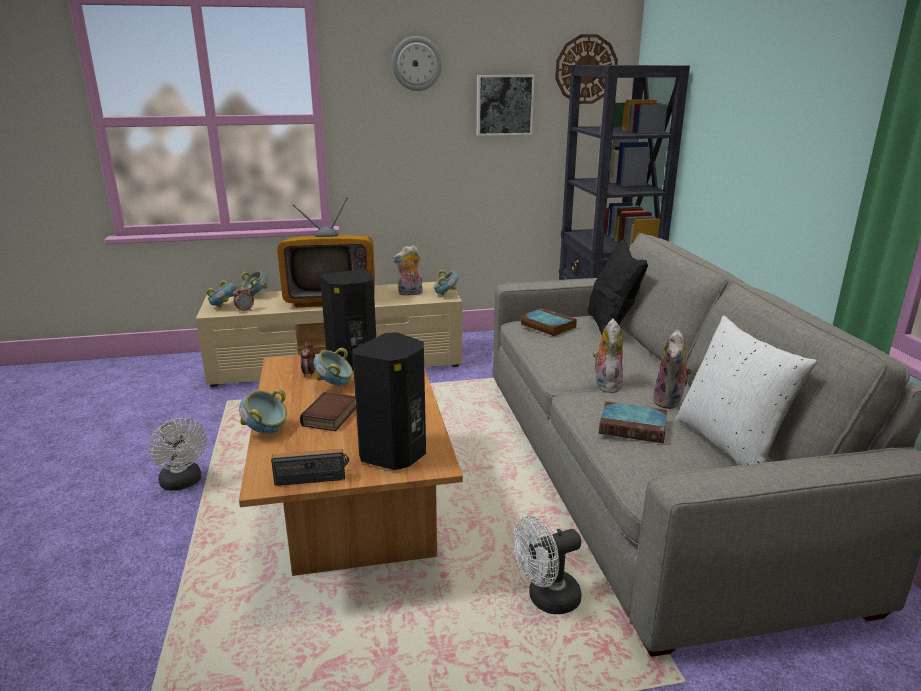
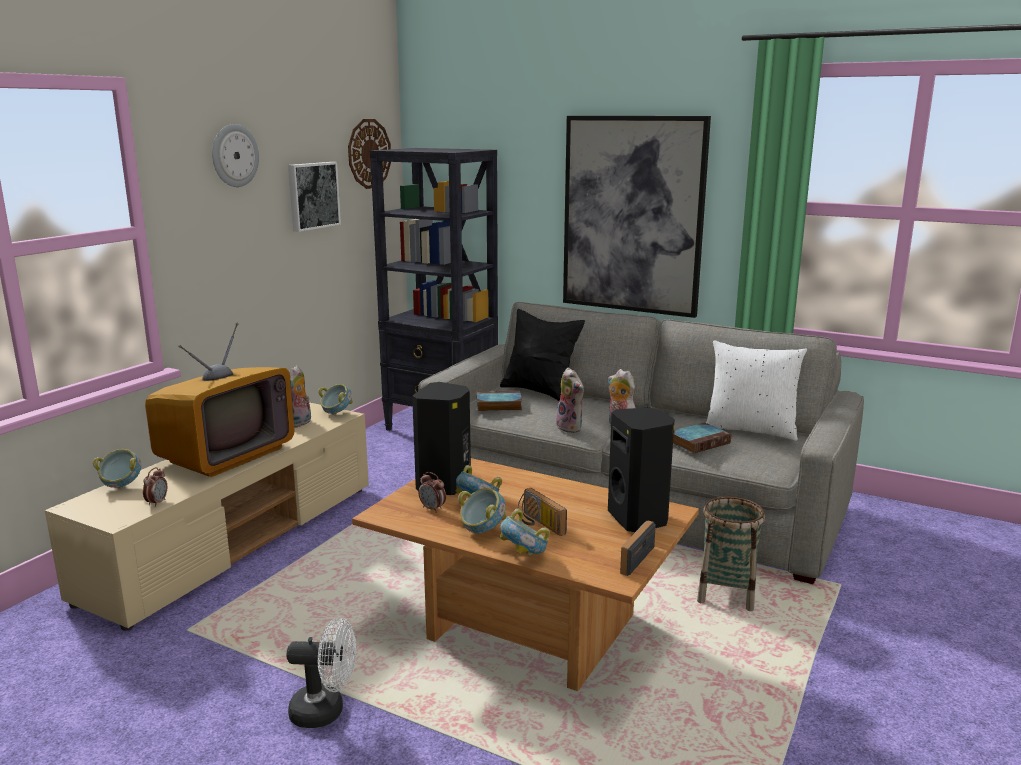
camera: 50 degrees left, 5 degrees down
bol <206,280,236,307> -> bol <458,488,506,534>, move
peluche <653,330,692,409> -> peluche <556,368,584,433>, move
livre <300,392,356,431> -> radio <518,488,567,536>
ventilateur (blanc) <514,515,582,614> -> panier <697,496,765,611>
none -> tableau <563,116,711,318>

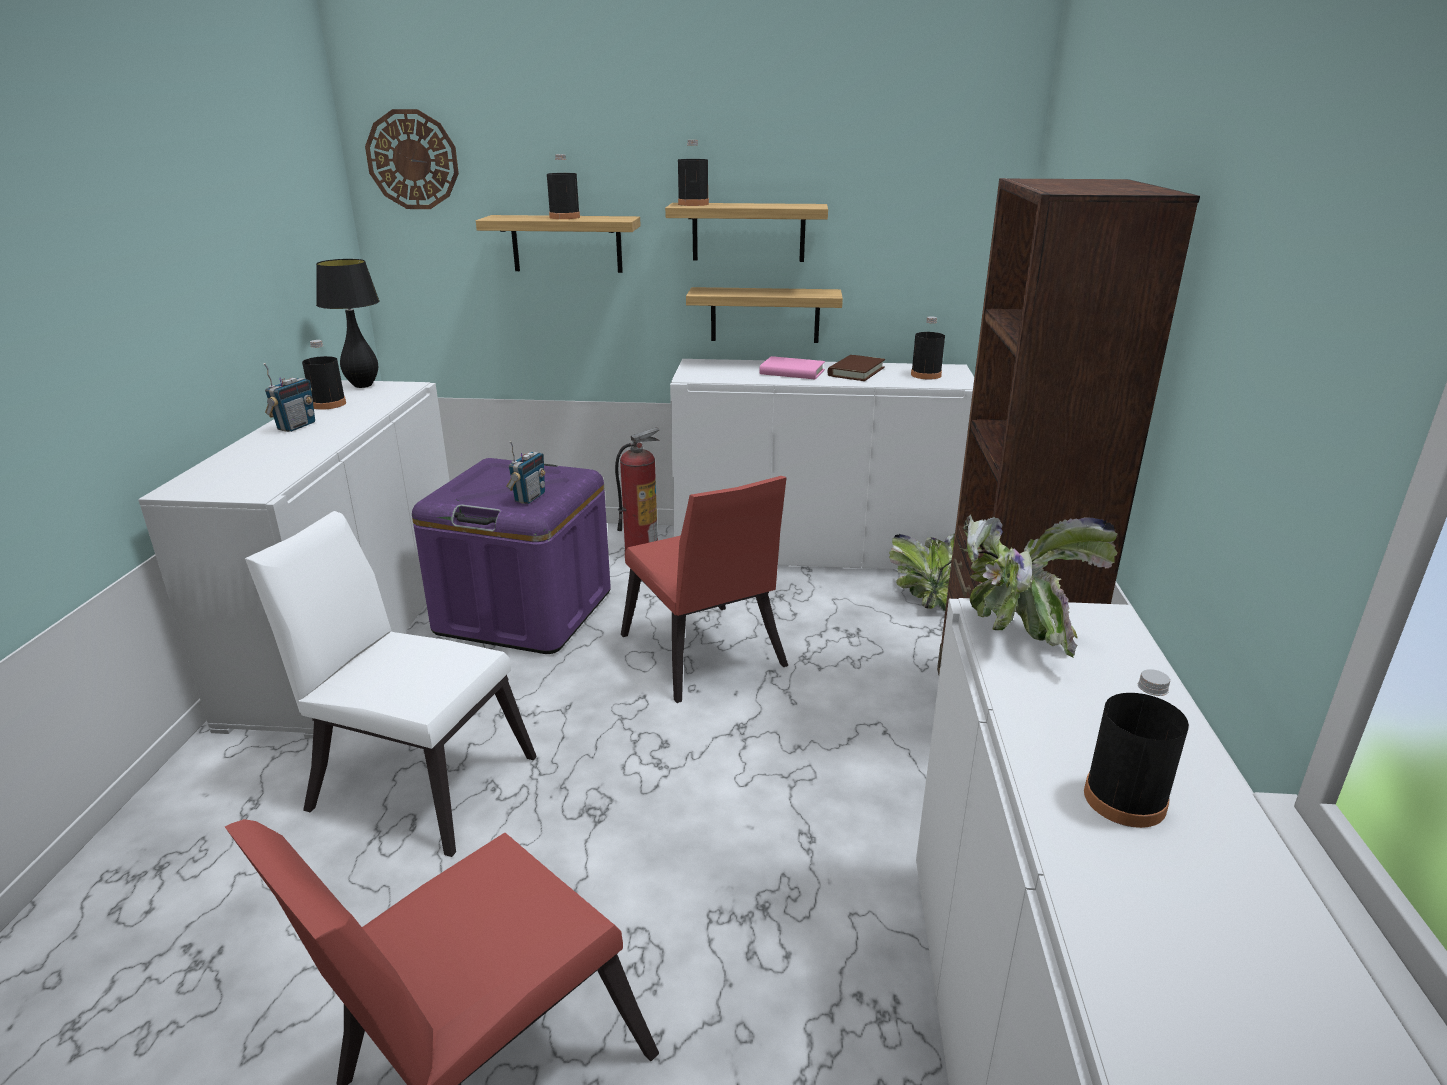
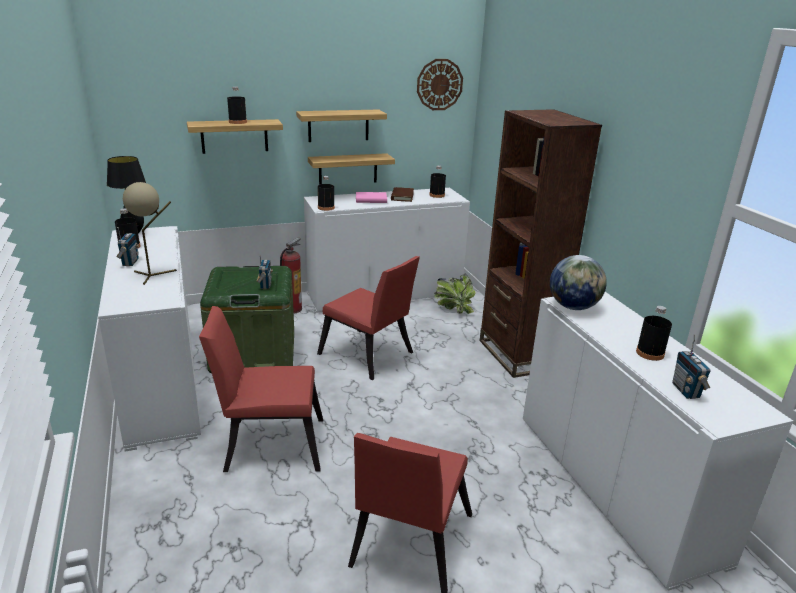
camera: 25 degrees left, 0 degrees up
horloge murale <365,109,459,209> -> horloge murale <417,59,463,110>, move
bouteille (noir) <678,140,709,206> -> bouteille (noir) <318,176,335,211>, move
boîte de rangement (violet) <412,458,611,654> -> boîte de rangement (vert) <200,266,294,373>
chaise (blanc) <245,511,537,857> -> chaise (rouge) <199,306,323,472>
plante en pot <958,514,1117,657> -> globe <550,255,607,310>
none -> lampe de table (beige) <123,182,177,285>
none -> radio <672,335,711,399>

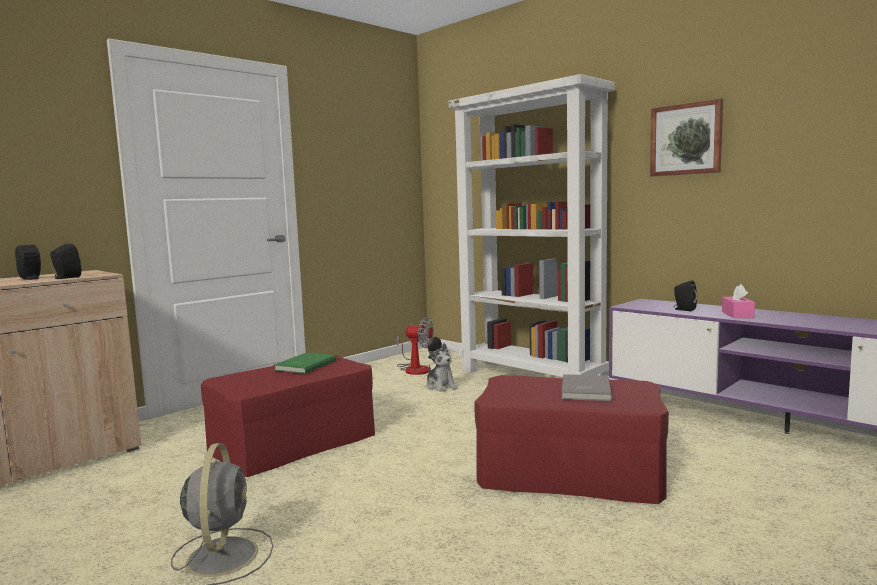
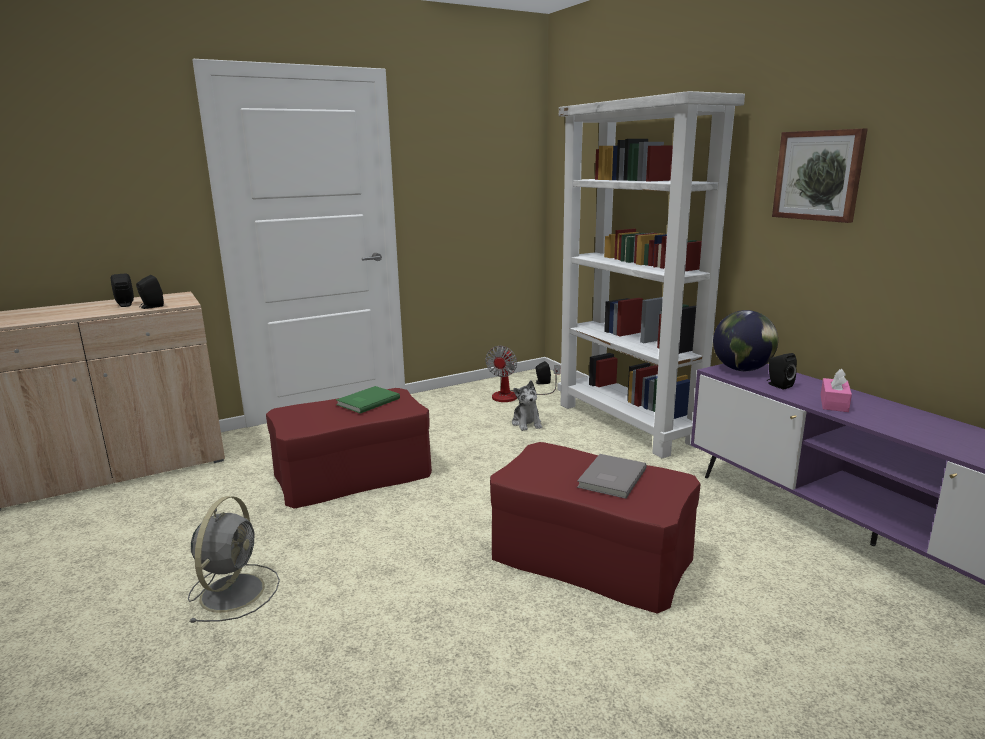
camera: 15 degrees right, 10 degrees up
ventilateur <397,317,434,375> -> ventilateur <485,345,560,402>, 75 degrees clockwise
none -> globe <713,310,778,371>

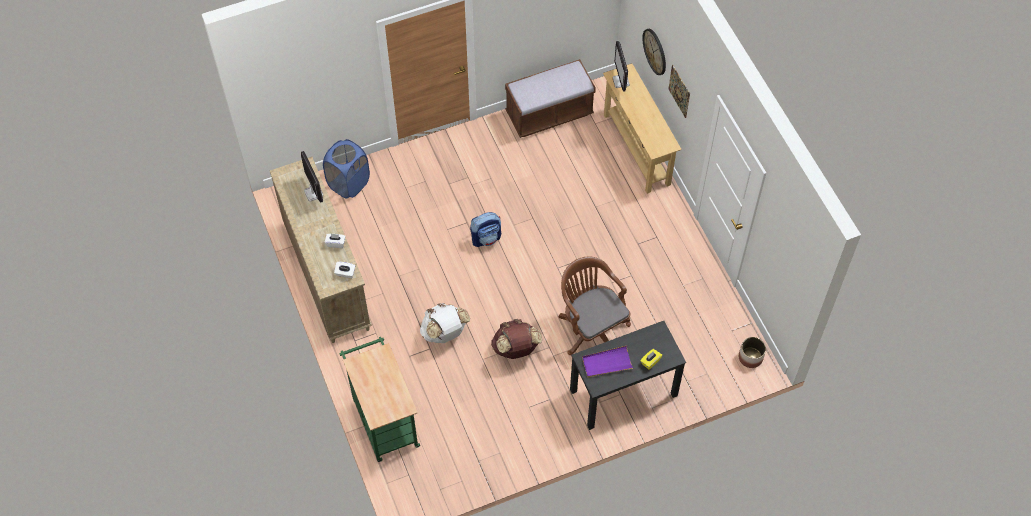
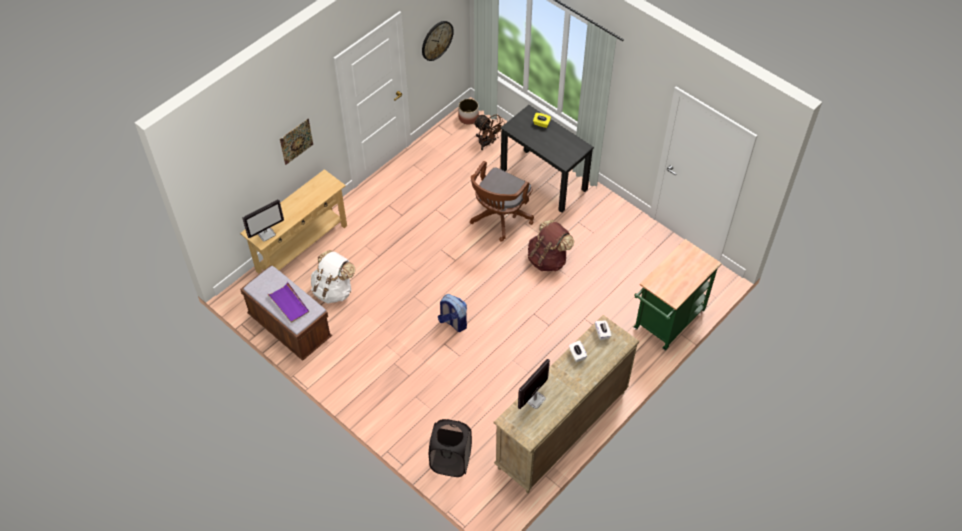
camera: 115 degrees left, 5 degrees down
horloge murale <643,29,666,75> -> horloge murale <422,21,454,61>, move
panier à linge (bleu) <323,139,370,199> -> panier à linge (noir) <429,419,472,477>
sac à dos (blanc) <420,303,470,343> -> sac à dos (blanc) <311,250,355,304>, move
plateau (violet) <582,345,633,378> -> plateau (violet) <268,282,309,323>, move
none -> ventilateur (marron) <474,115,505,150>

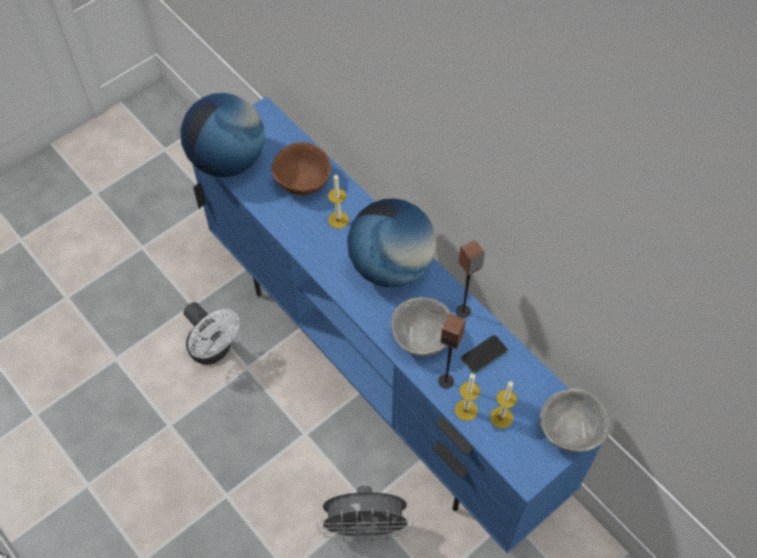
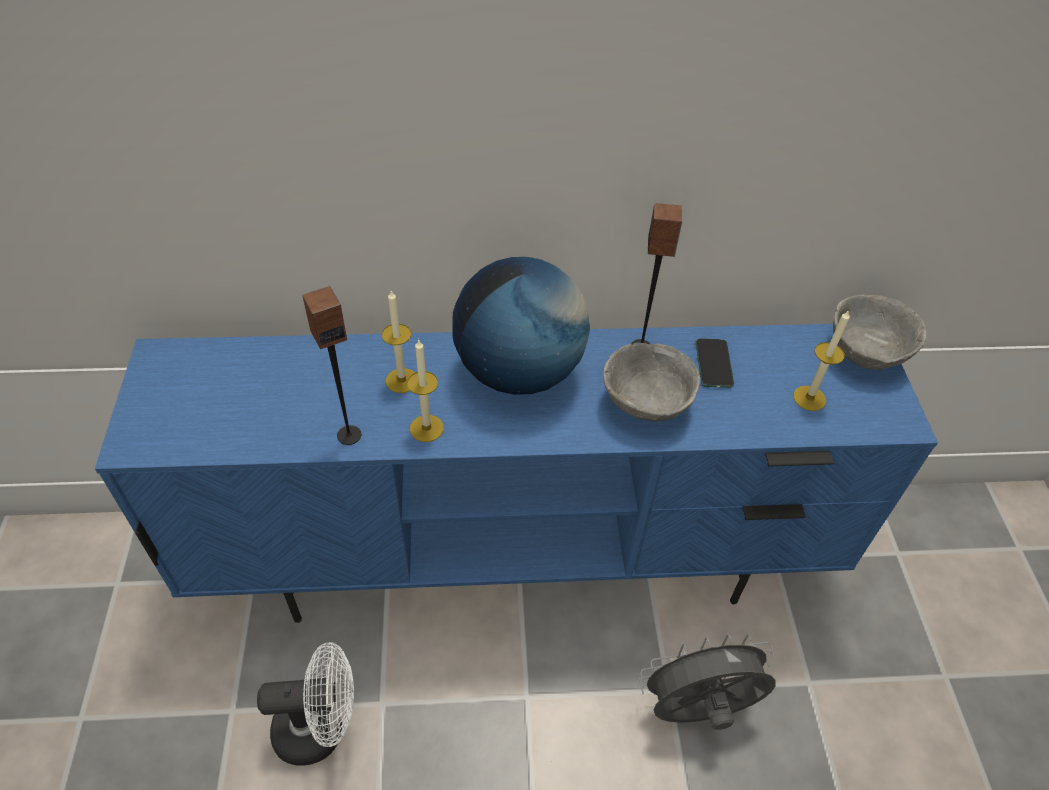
camera: 55 degrees left, 10 degrees down
globe <181,93,265,177> -> none
bol (marron) <272,142,331,195> -> none
enceinte <438,313,466,389> -> enceinte <302,286,361,445>, move
bougie <455,374,480,421> -> bougie <407,339,444,442>, move
ventilateur (gris) <317,486,414,543> -> ventilateur (gris) <637,634,776,730>, 135 degrees counterclockwise

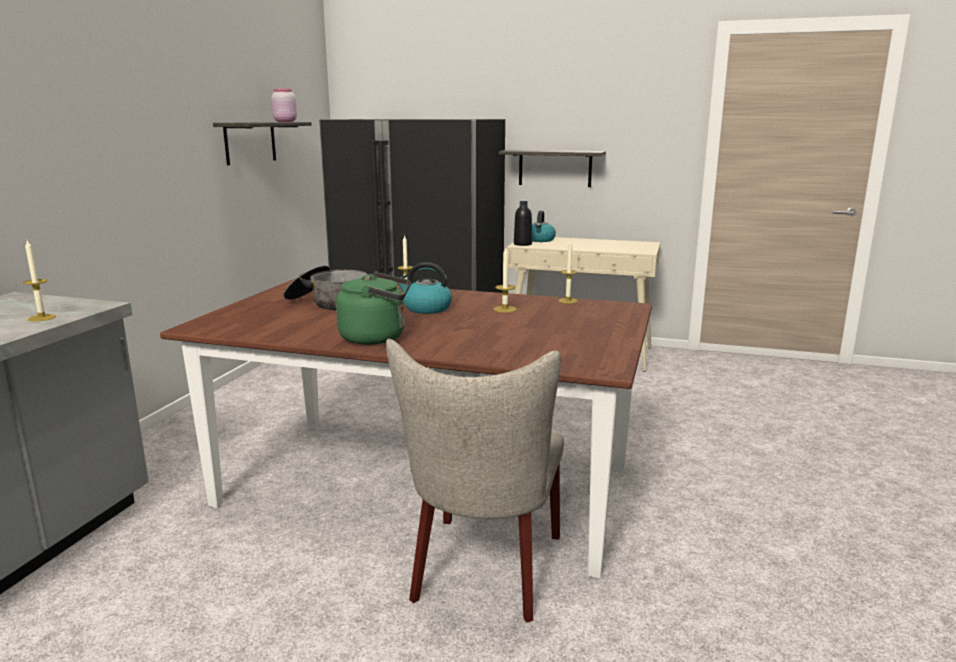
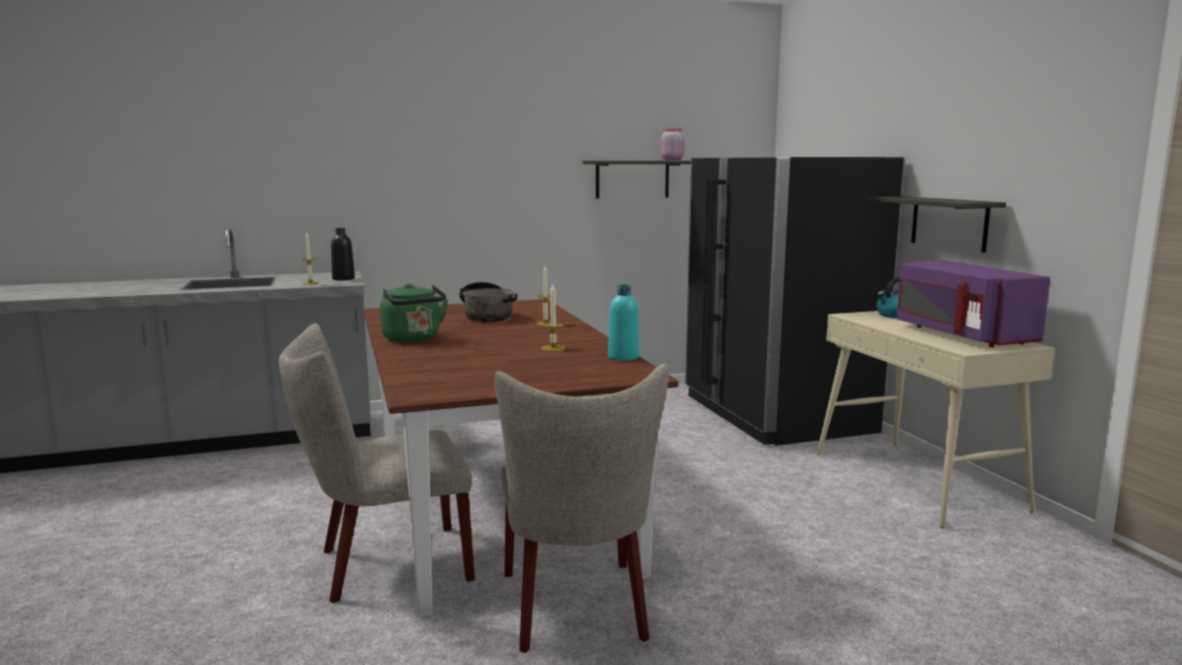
camera: 55 degrees right, 5 degrees down
bouteille (noir) <514,201,532,246> -> bouteille (noir) <331,228,355,280>, move
bougie <558,238,578,304> -> bouteille (turquoise) <608,285,639,361>
bouilloire <398,262,452,314> -> none
none -> micro-ondes (violet) <897,260,1050,347>
none -> chaise (beige) <495,363,670,653>

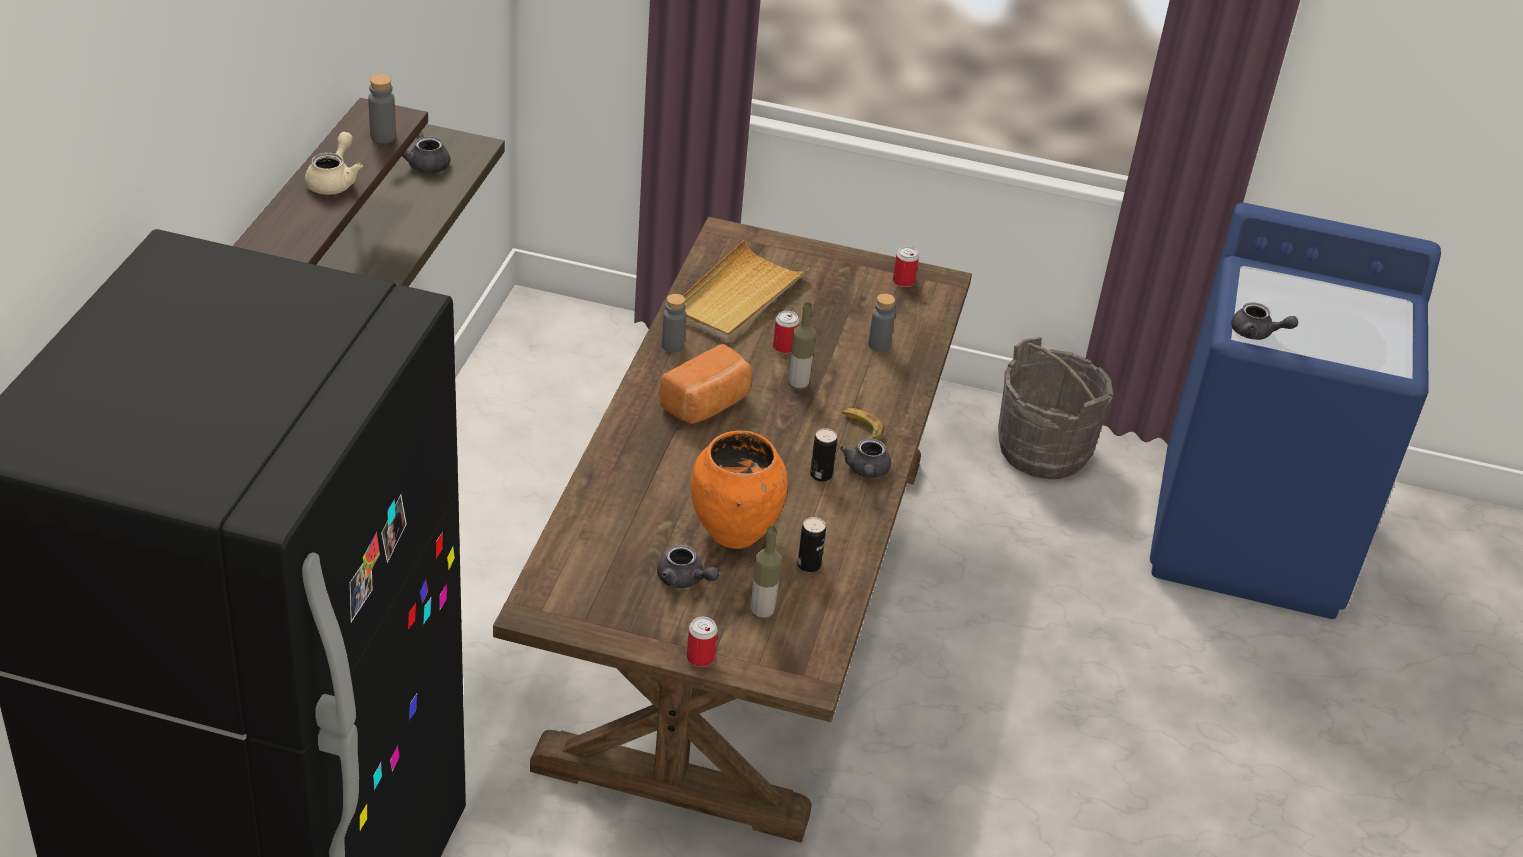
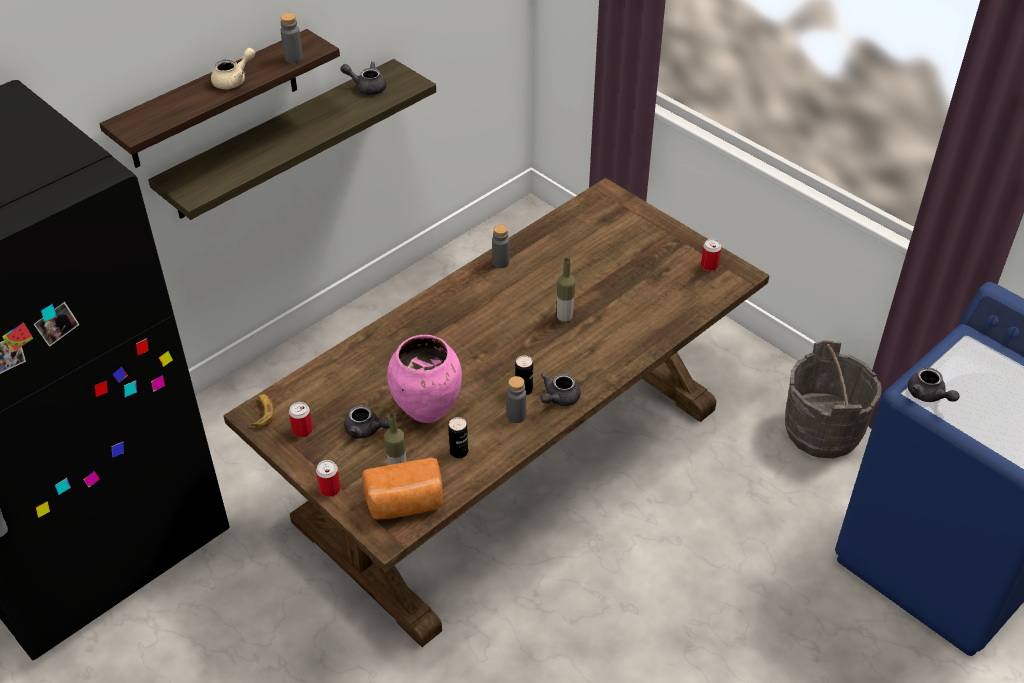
camera: 35 degrees right, 5 degrees up
plateau (beige) <683,240,809,341> -> none
bouteille (gris) <868,294,895,352> -> bouteille (gris) <507,376,526,423>, move
boîte métallique <773,311,799,354> -> boîte métallique <289,402,313,438>, move
pain <659,344,752,424> -> pain <362,458,443,520>, move
banane <842,408,884,440> -> banane <251,394,274,427>, move
vase (orange) <691,431,788,549> -> vase (rose) <387,335,462,423>
théière (gris) <657,545,719,588> -> théière (gris) <344,405,390,439>, 45 degrees counterclockwise

